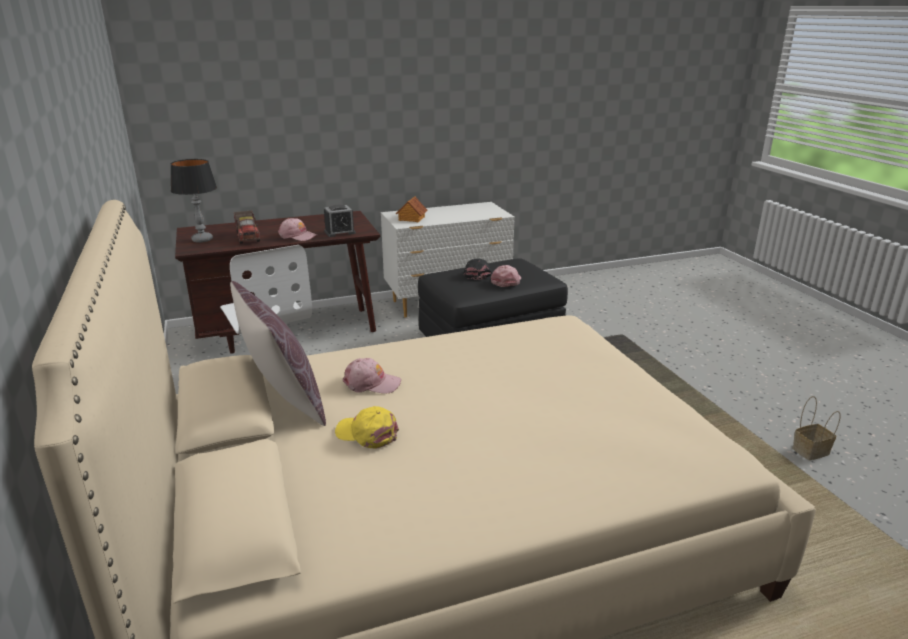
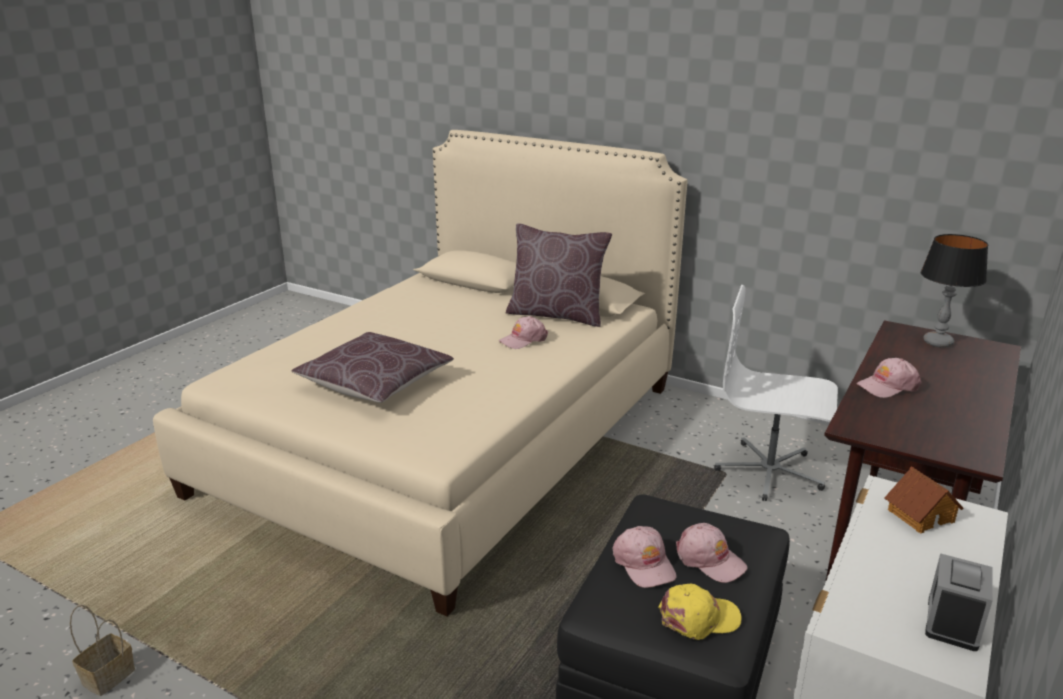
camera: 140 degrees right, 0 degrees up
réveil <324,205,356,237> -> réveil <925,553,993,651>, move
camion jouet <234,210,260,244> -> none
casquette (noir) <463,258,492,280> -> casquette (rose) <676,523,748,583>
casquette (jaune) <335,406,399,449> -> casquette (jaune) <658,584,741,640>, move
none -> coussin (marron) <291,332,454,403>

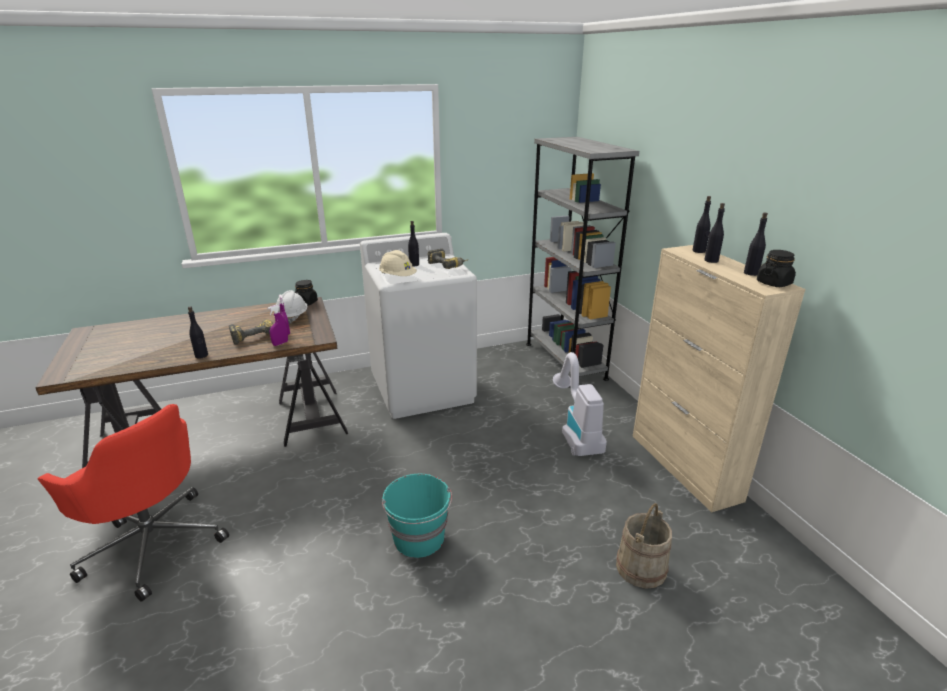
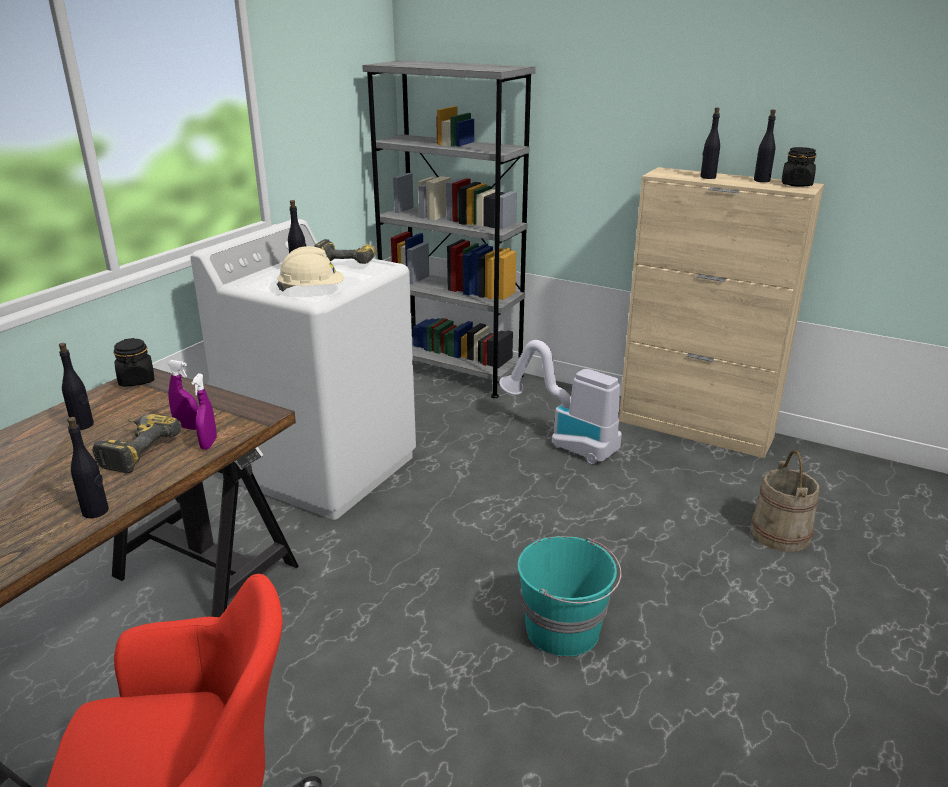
camera: 40 degrees left, 0 degrees up
bouteille (noir) <693,196,711,253> -> bouteille (noir) <59,343,94,430>, move
casque de chantier (blanc) <276,290,308,324> -> none

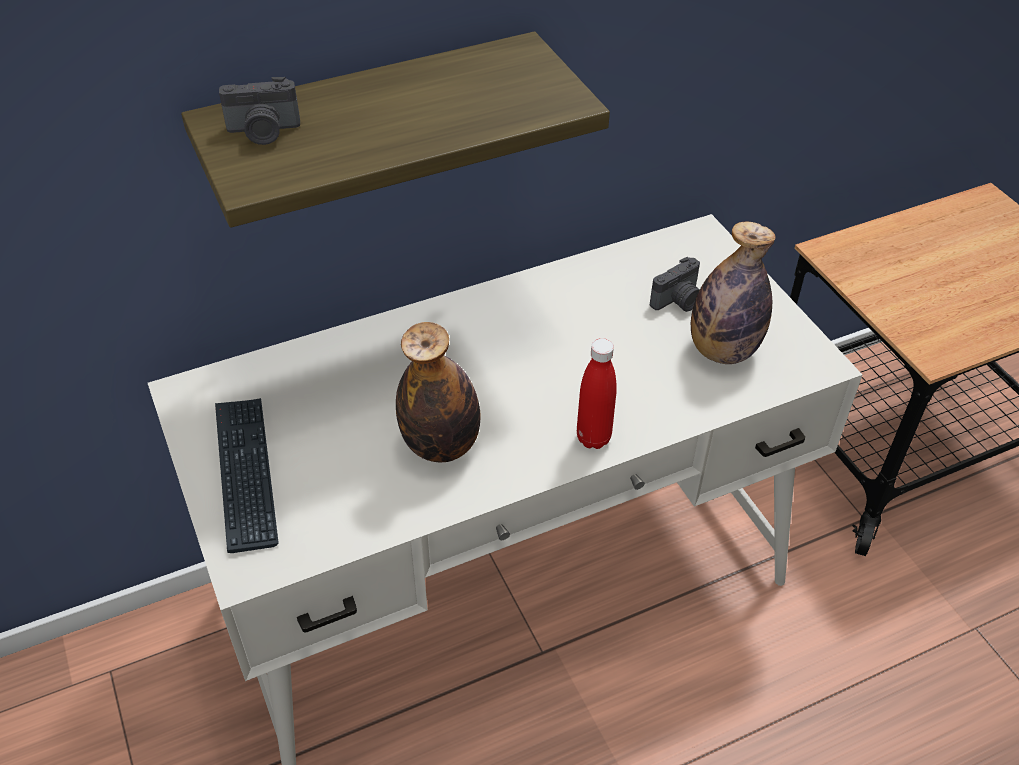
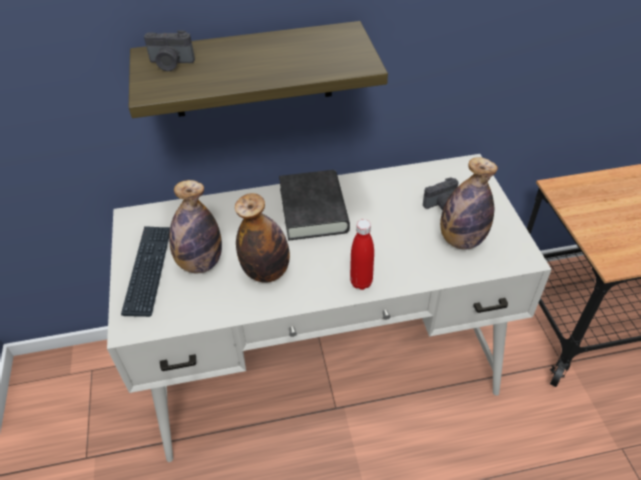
camera: 15 degrees right, 0 degrees up
none -> livre (noir) <279,170,350,240>
none -> bouteille <169,180,222,274>

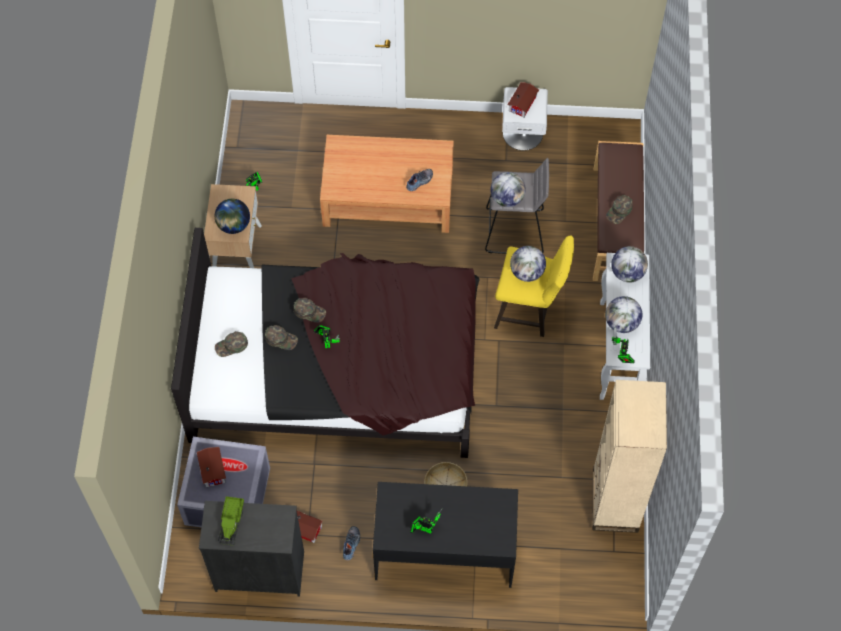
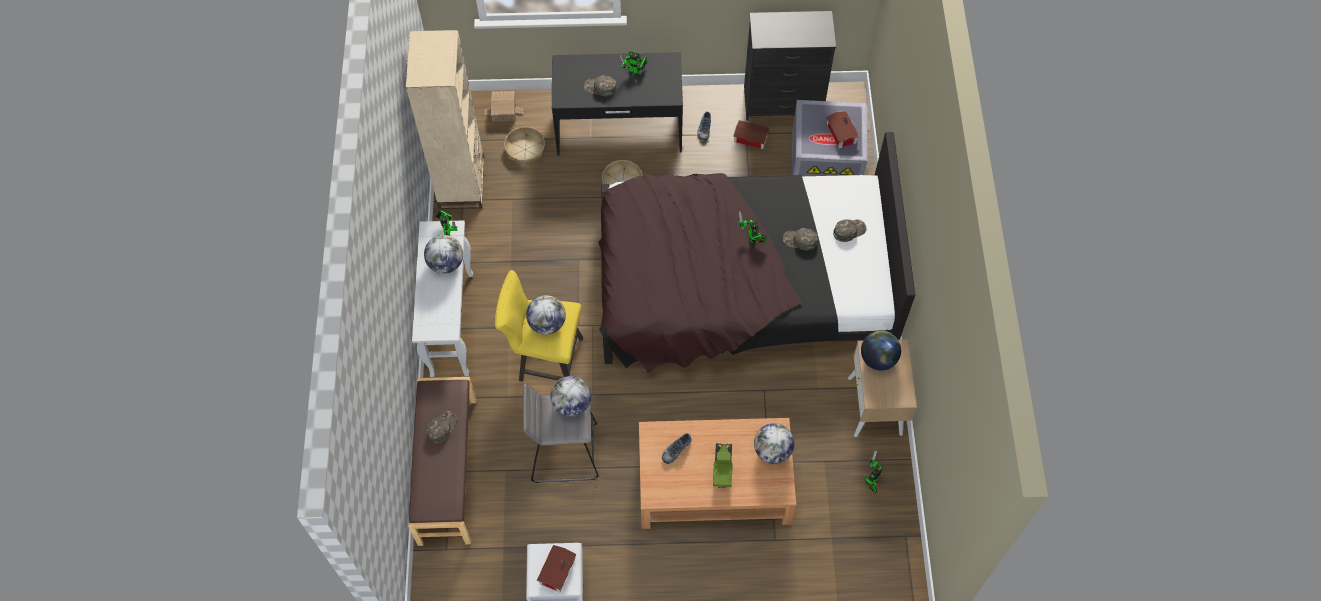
camera: 175 degrees right, 0 degrees up
globe <611,246,648,283> -> globe <754,423,794,464>, move
casquette (vert) <293,298,326,323> -> casquette (vert) <584,75,617,96>, move
camion jouet <218,496,244,546> -> camion jouet <713,443,733,488>, move
none -> maison miniature <484,91,524,122>
none -> panier <504,127,545,165>

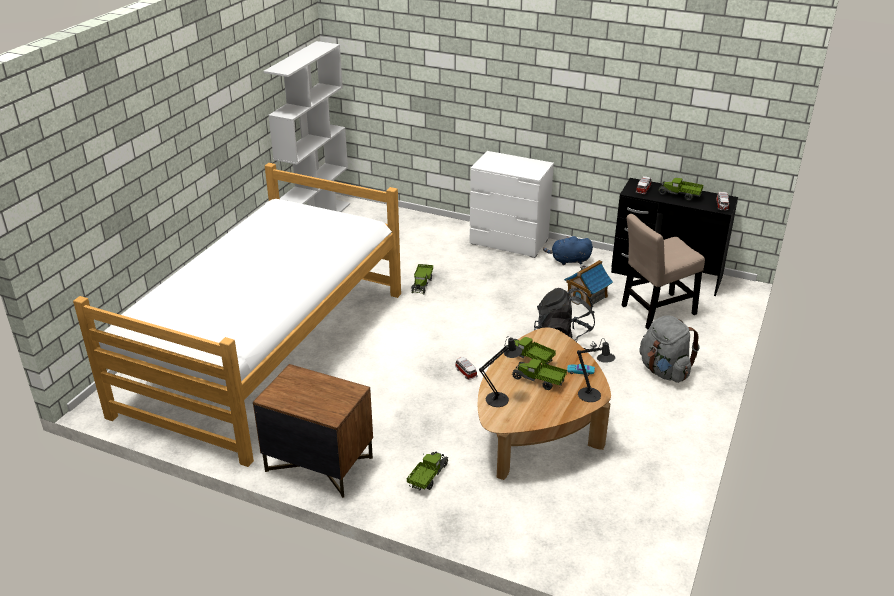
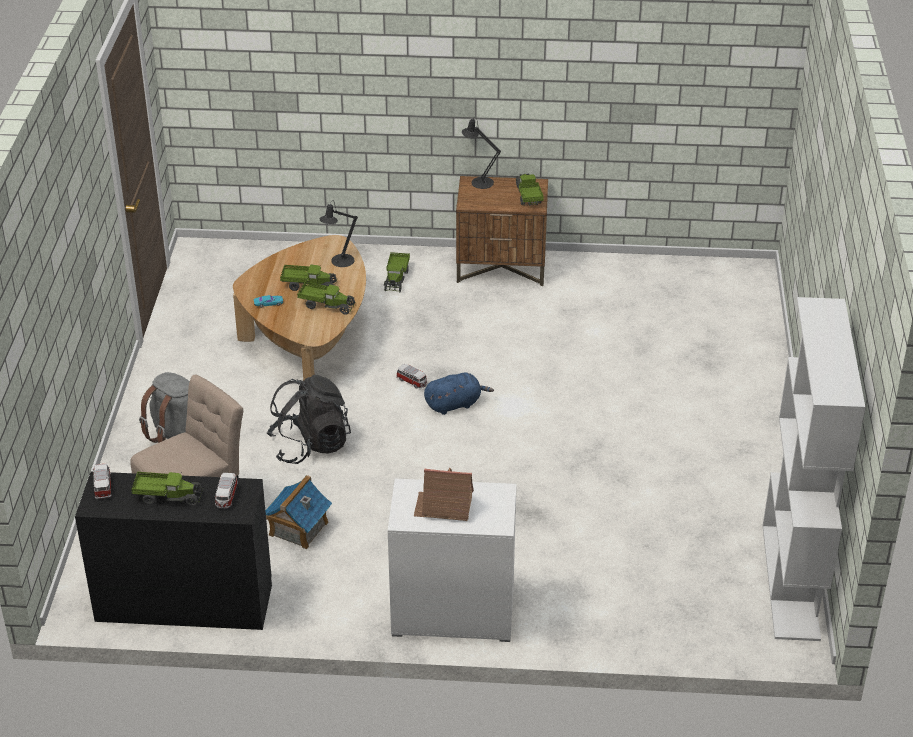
camera: 160 degrees right, 5 degrees up
lit <73,163,401,467> -> none
peluche (bleu) <543,236,593,265> -> peluche (bleu) <424,373,494,415>, move
camion jouet <411,264,433,294> -> camion jouet <516,173,544,206>, move
lampe de table (noir) <577,339,616,402> -> lampe de table (noir) <462,117,501,189>, move
none -> maison miniature <414,468,474,521>

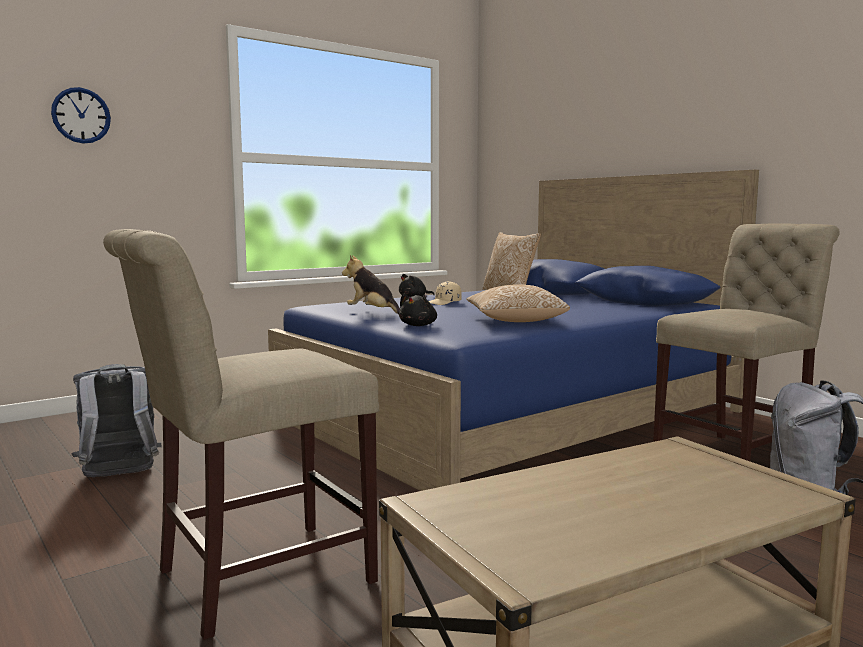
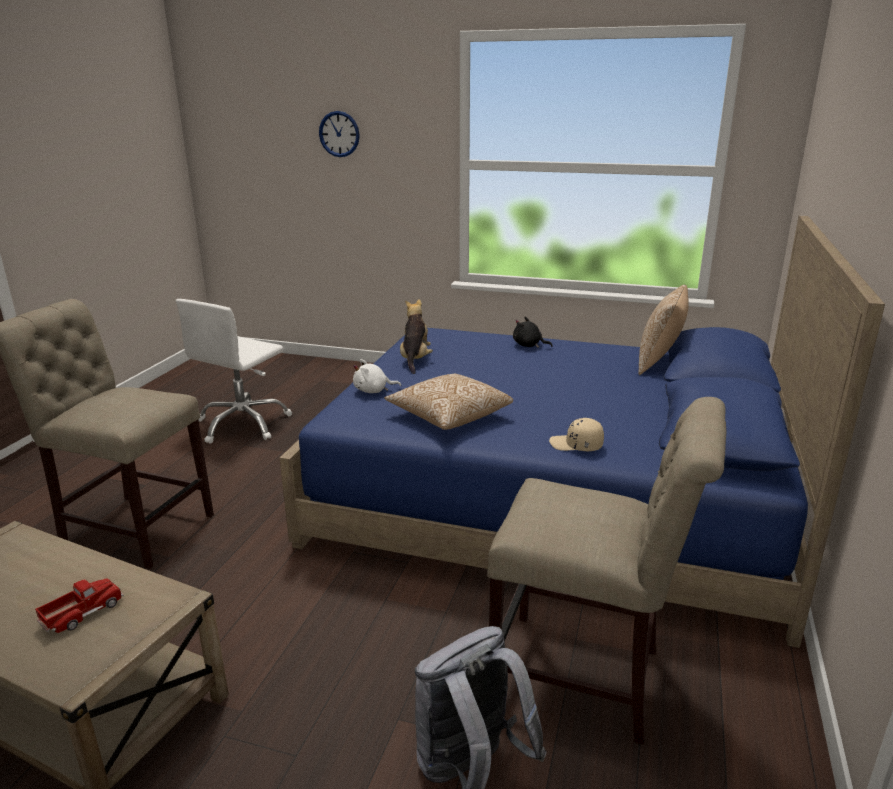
camera: 55 degrees right, 15 degrees up
casquette (beige) <429,281,462,305> -> casquette (beige) <549,418,604,451>, move
peluche (noir) <399,294,437,326> -> peluche (blanc) <353,359,401,393>
sac à dos (gris) <71,364,161,477> -> chaise de bureau (blanc) <176,299,292,444>
none -> camion jouet <35,578,124,633>

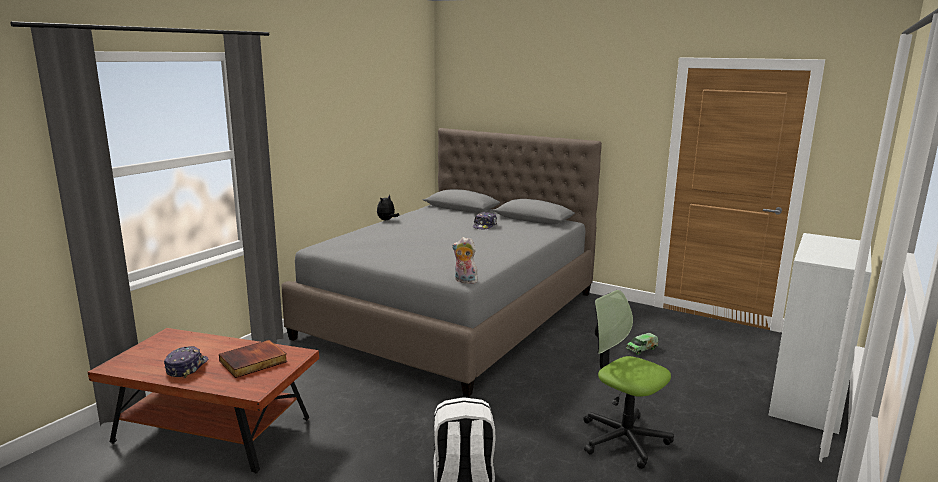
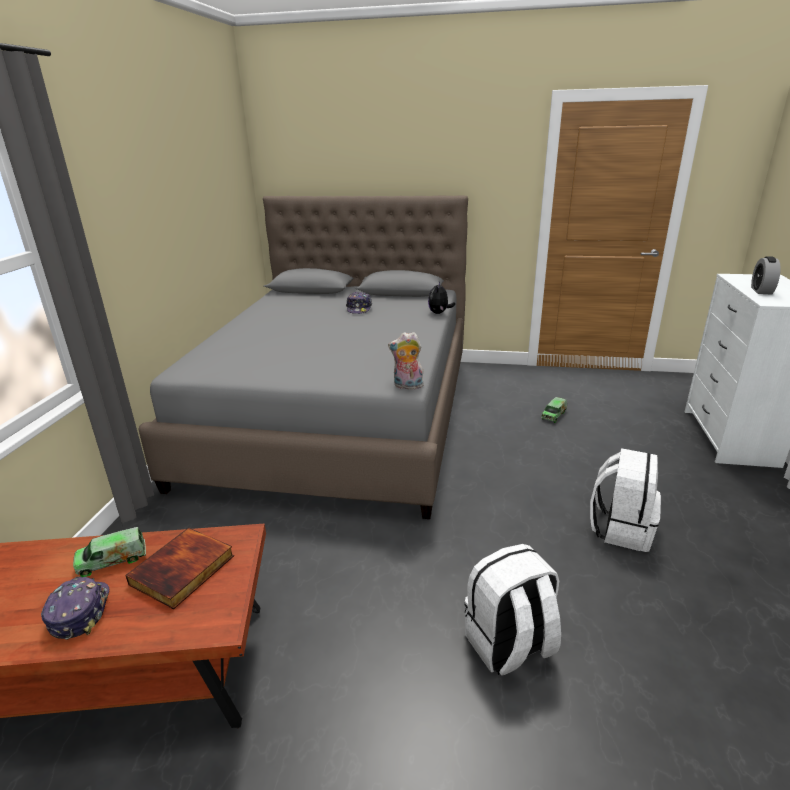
camera: 20 degrees left, 10 degrees up
peluche <377,195,399,220> -> peluche <428,282,455,314>, move
chaise de bureau <583,290,674,469> -> sac à dos (blanc) <590,448,661,552>
none -> réveil <751,256,781,295>
none -> camion jouet <73,527,146,577>

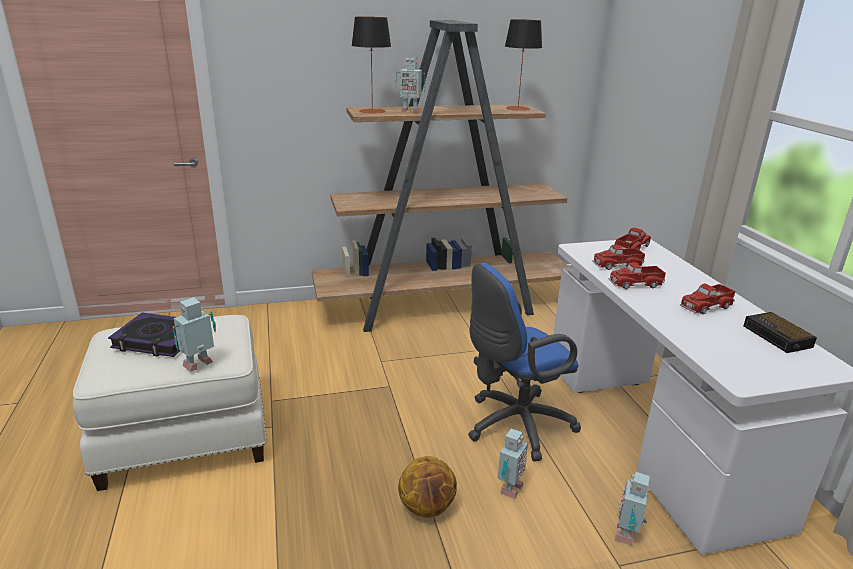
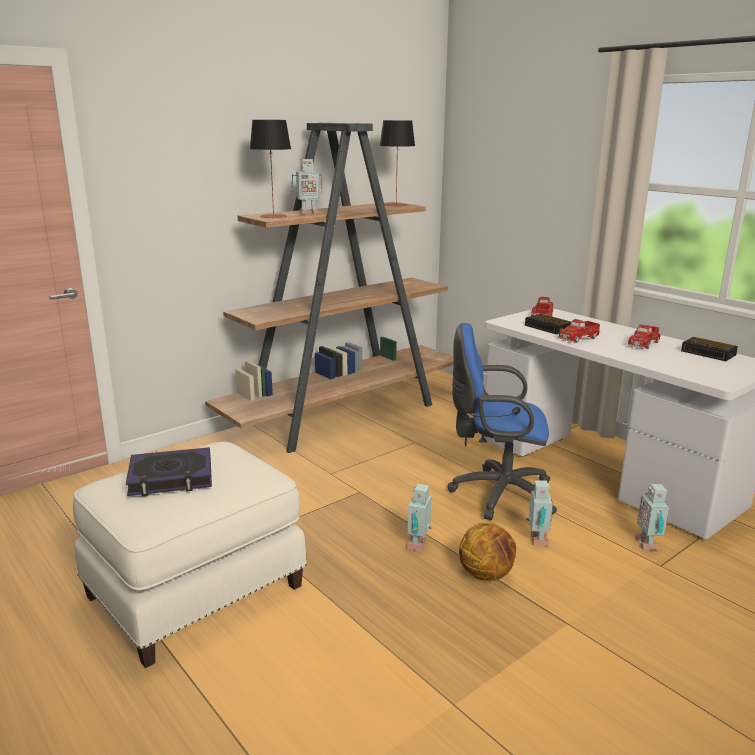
camera: 25 degrees left, 5 degrees down
camion jouet <592,244,645,270> -> réveil <525,314,571,334>
chaise de bureau (bleu) <468,263,581,461> -> chaise de bureau (bleu) <448,323,557,520>, 60 degrees clockwise
robot jouet <172,297,216,372> -> robot jouet <406,484,432,551>, move

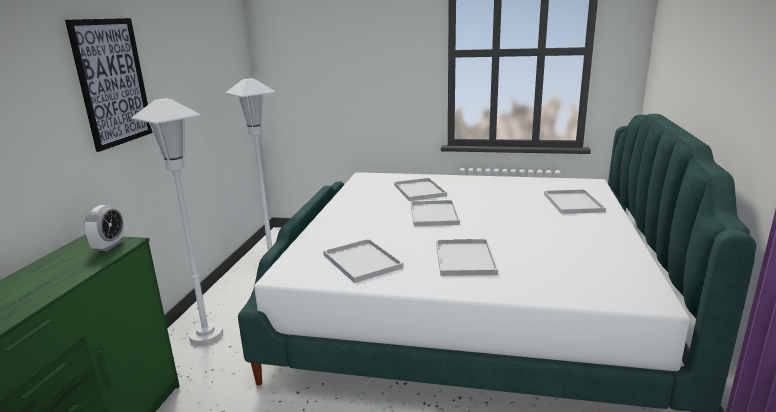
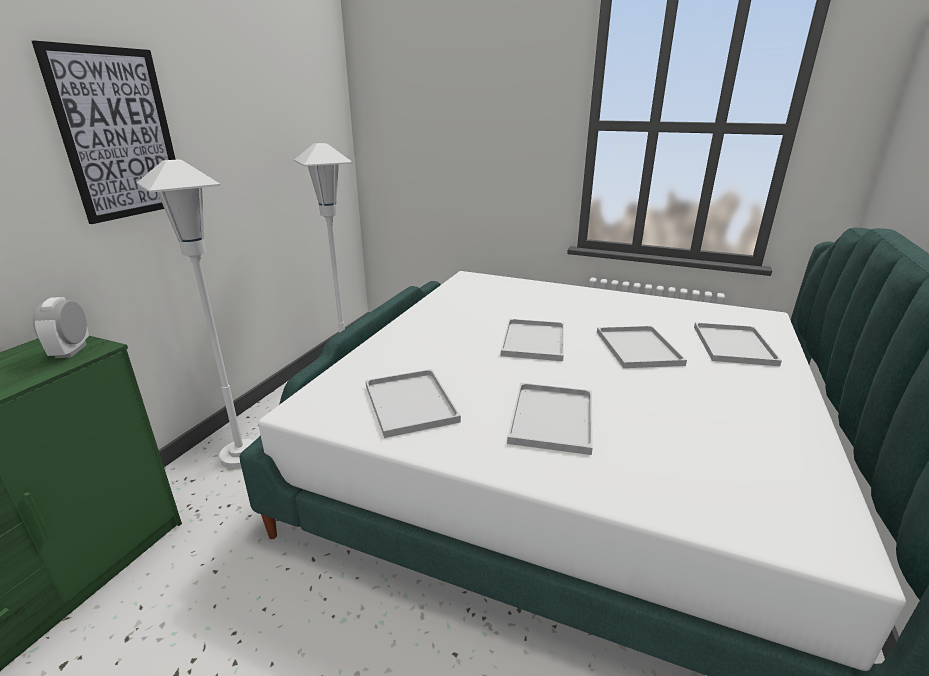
camera: 10 degrees right, 5 degrees up
plateau (blanc) <394,178,447,201> -> plateau (blanc) <597,326,687,368>, move
réveil <84,205,125,251> -> réveil <33,297,89,358>, 150 degrees clockwise

